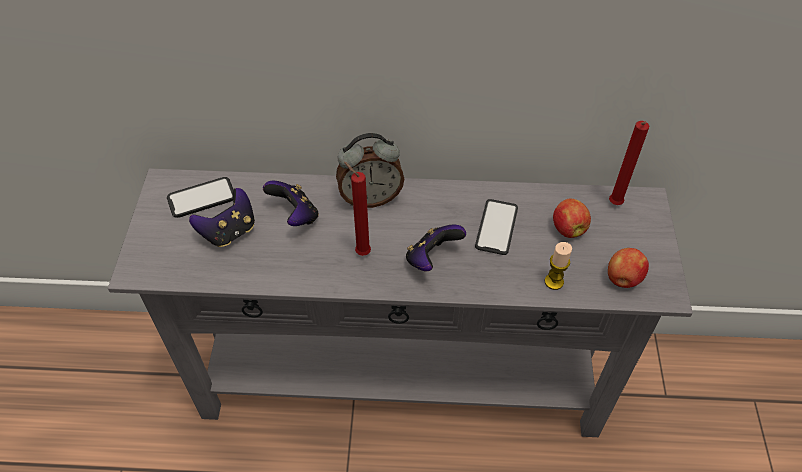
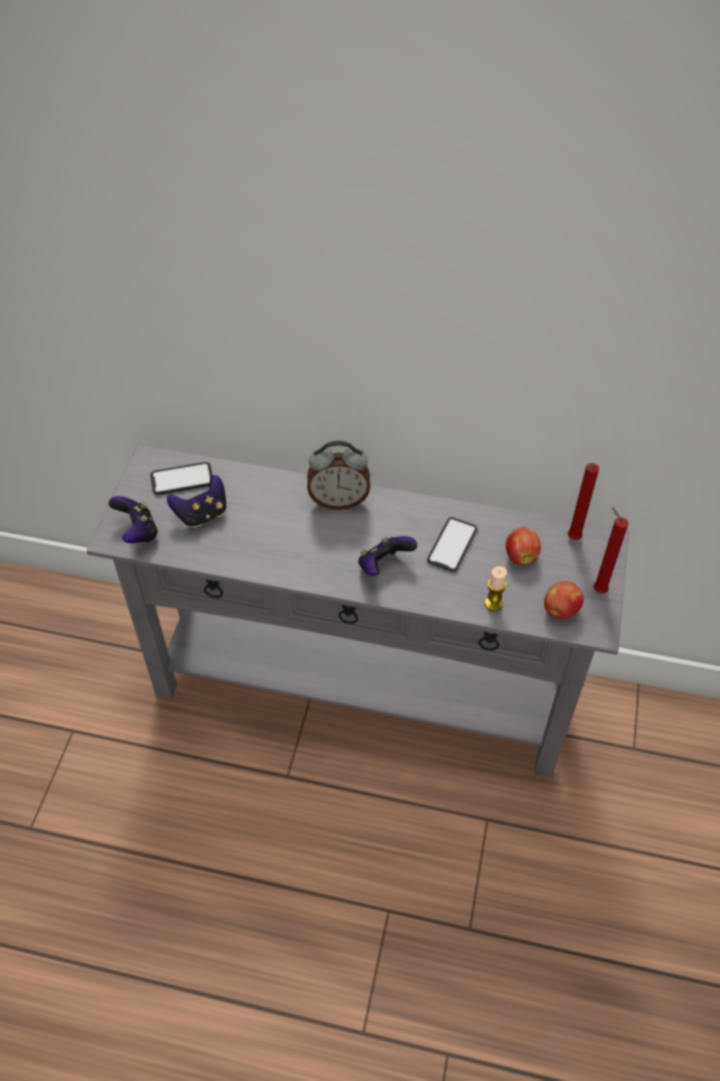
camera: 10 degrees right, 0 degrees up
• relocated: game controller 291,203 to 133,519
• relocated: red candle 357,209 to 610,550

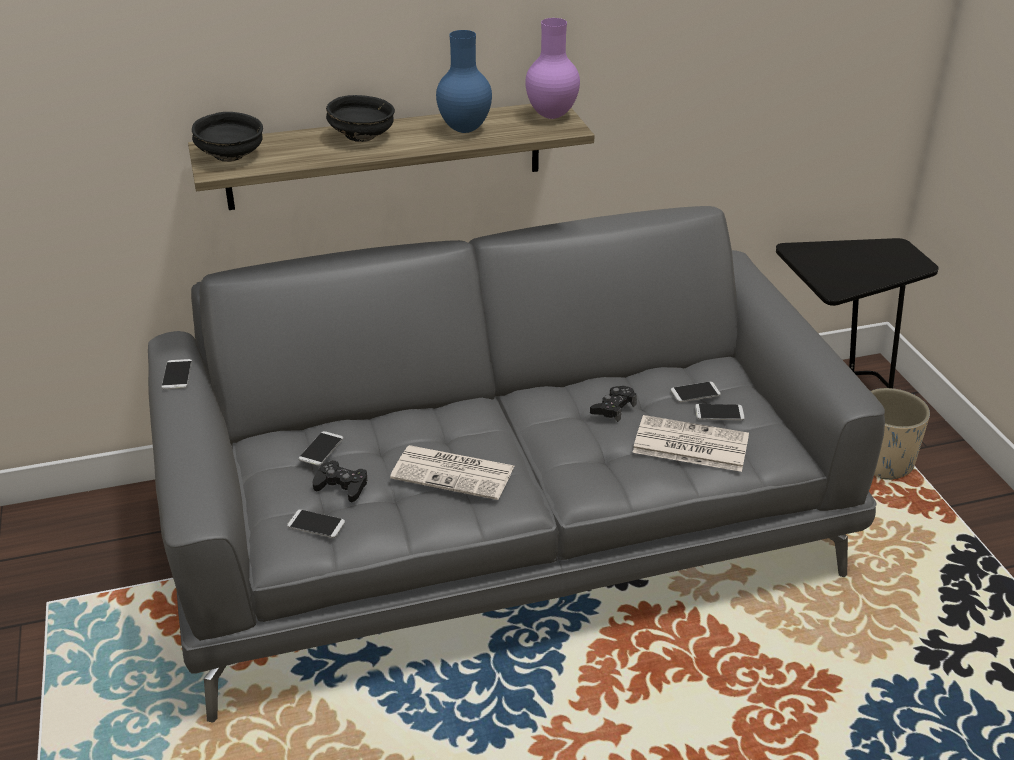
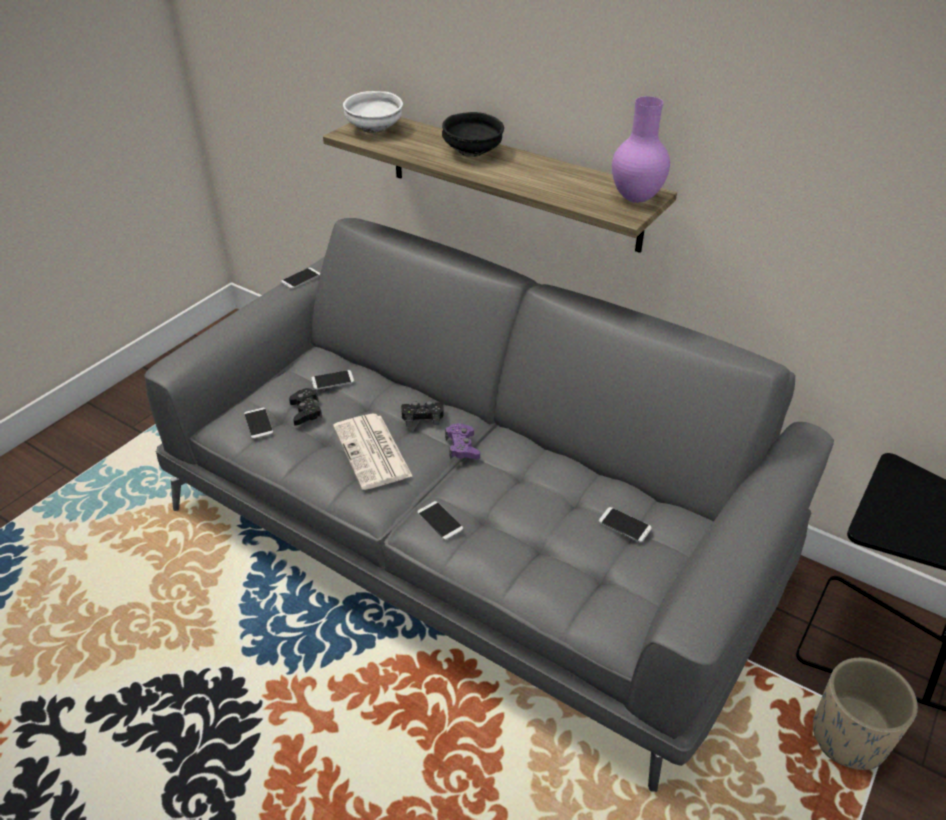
camera: 50 degrees right, 5 degrees up
• colour: black bowl 227,137 to white bowl 373,112
• missing: blue vase 464,81
• relocated: black game controller 613,404 to 422,414
• missing: newspaper 690,443
• relocated: phone 720,412 to 440,520
• appeared: purple game controller 462,441

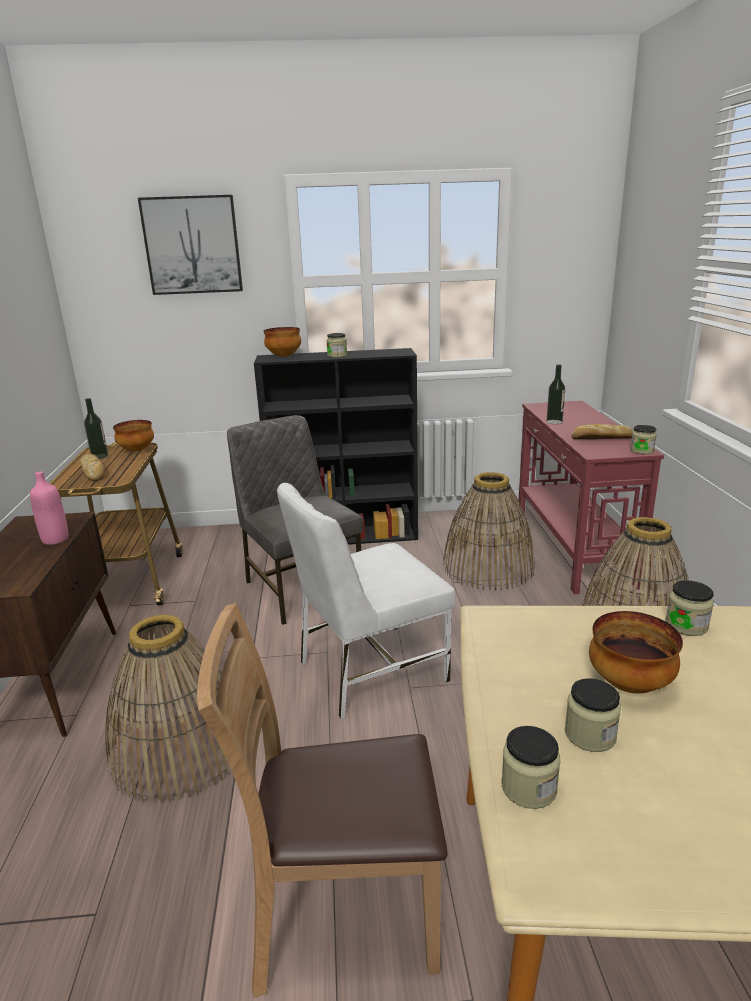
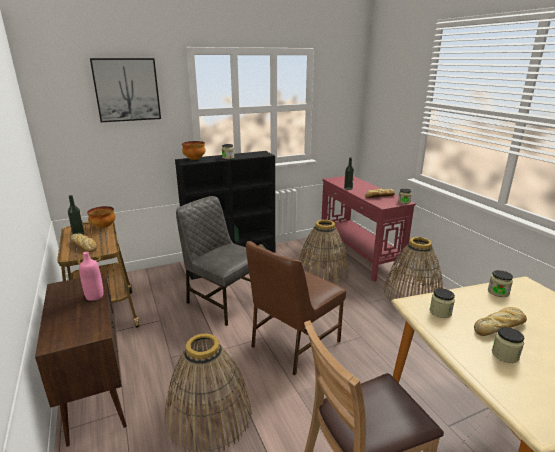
camera: 20 degrees left, 0 degrees up
• colour: white chair 366,601 to brown chair 296,308
• relocated: jar 531,767 to 442,303
• exchanged: bowl 636,652 to bread 500,321

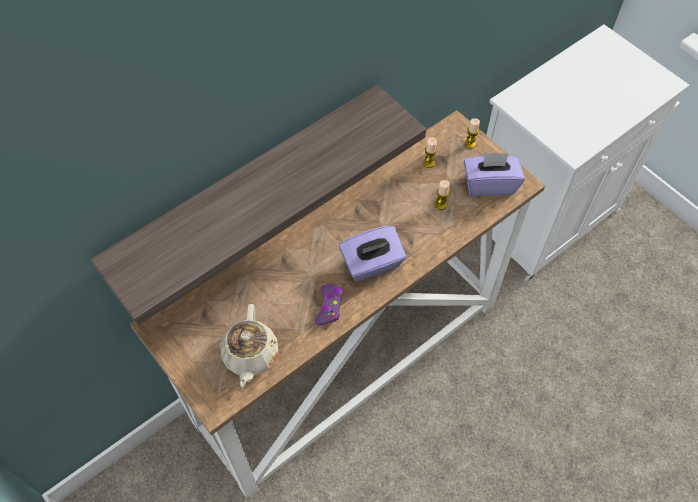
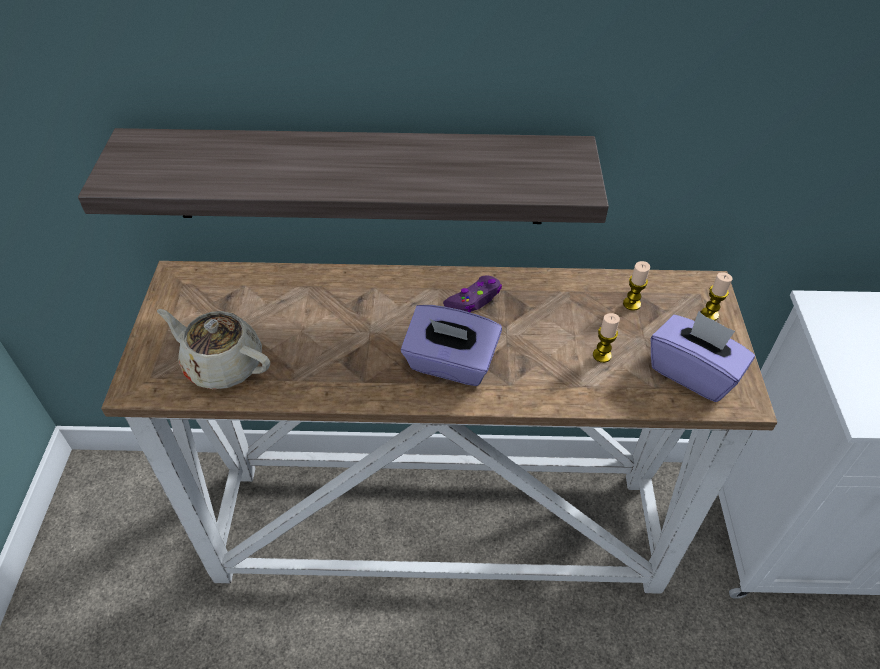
camera: 40 degrees right, 10 degrees down
• spun: beige teapot 249,345 = 213,349 75 degrees clockwise
• relocated: purple game controller 329,304 to 472,294

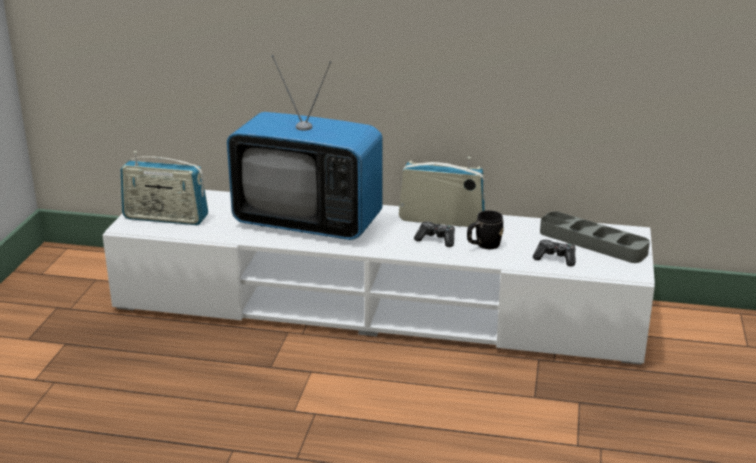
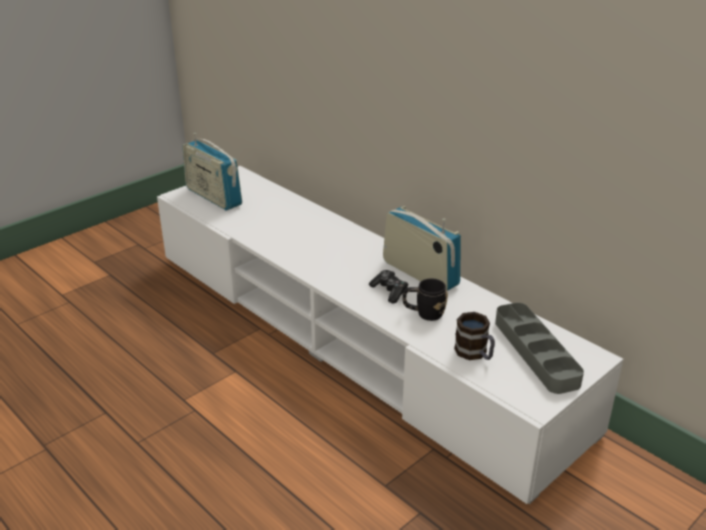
camera: 35 degrees right, 5 degrees up
• missing: television 305,147
• exchanged: game controller 554,253 to mug 474,336

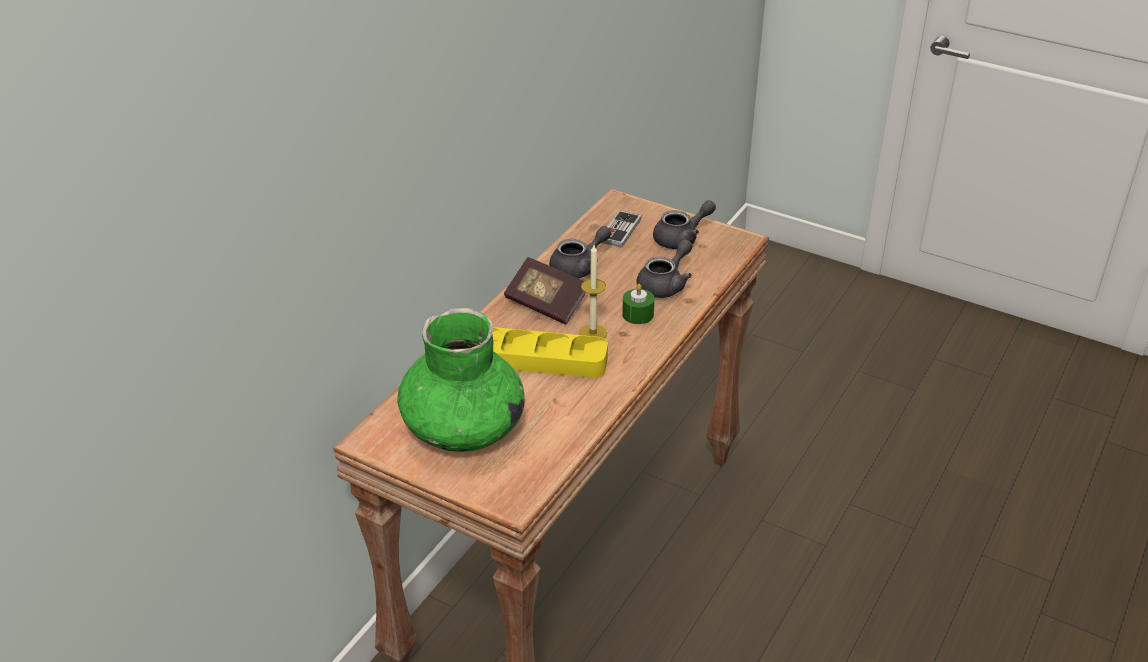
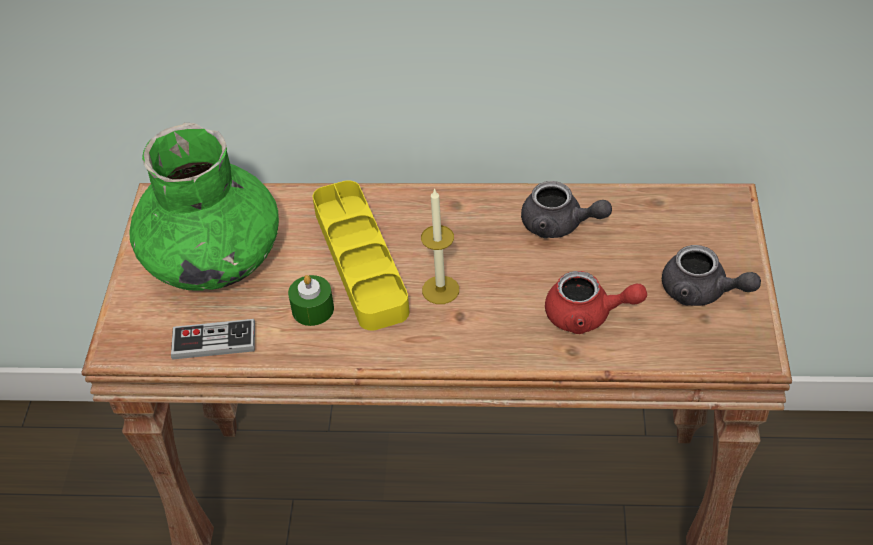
camera: 65 degrees right, 10 degrees up
• missing: book 545,290
• relocated: game controller 621,229 to 213,339
• relocated: green candle 638,304 to 311,300
• colour: grey teapot 664,268 to red teapot 596,302

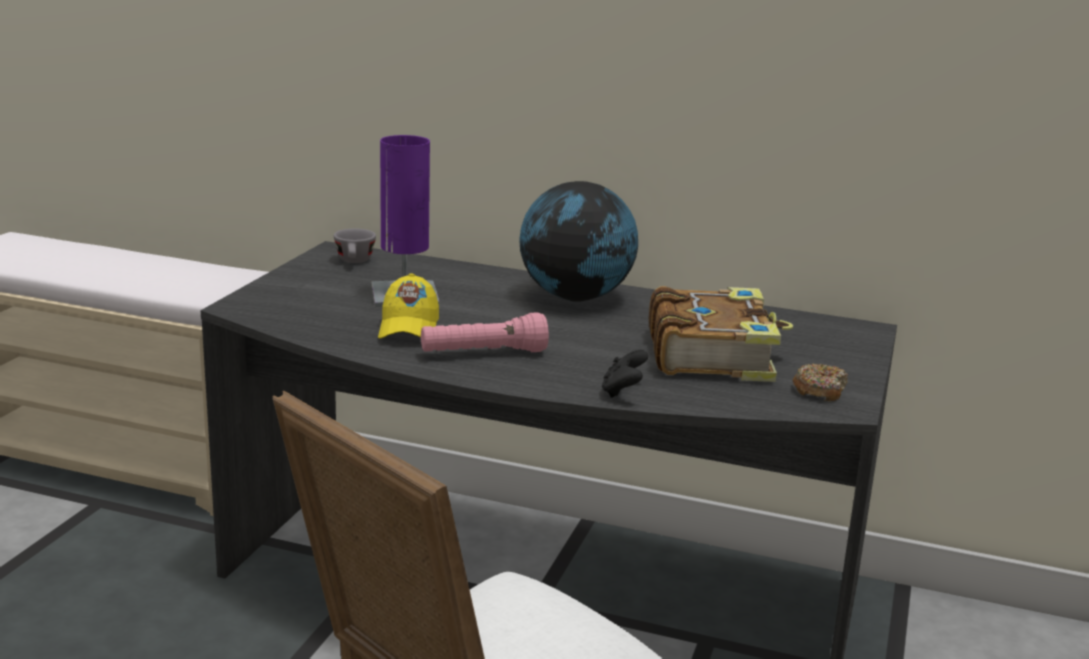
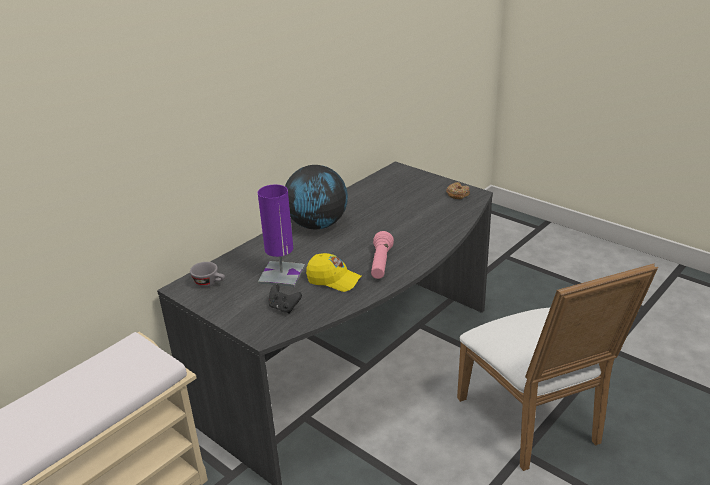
camera: 65 degrees left, 10 degrees up
• relocated: black game controller 625,374 to 285,299
• missing: book 721,334

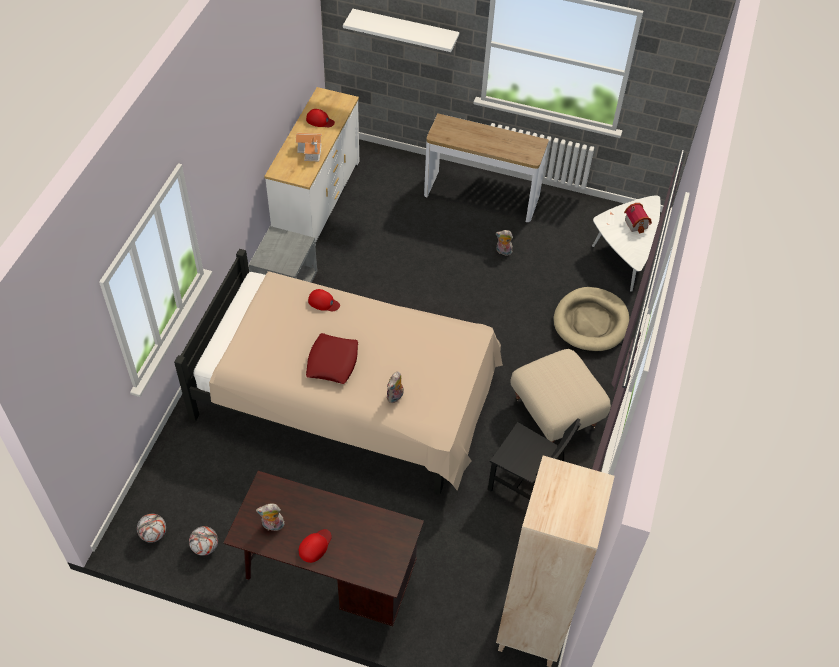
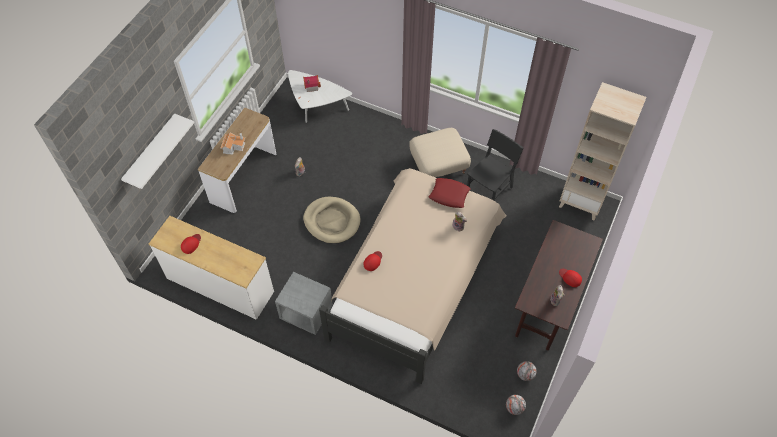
camera: 80 degrees left, 5 degrees up
• relocated: toy house 309,147 to 232,144
• relocated: red pillow 332,358 to 449,193
• relocated: beige dog bed 591,319 to 332,220

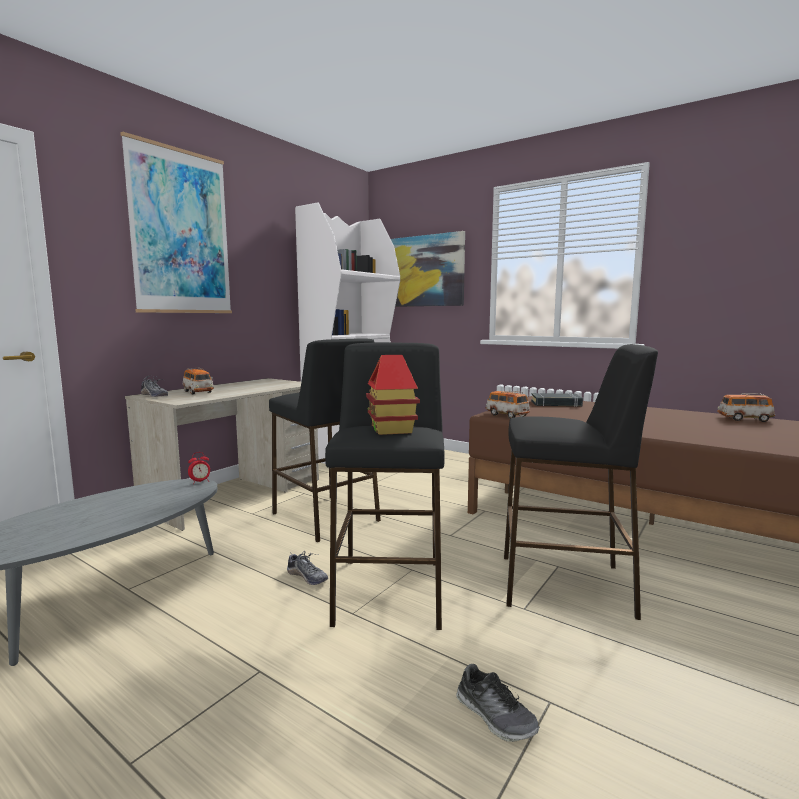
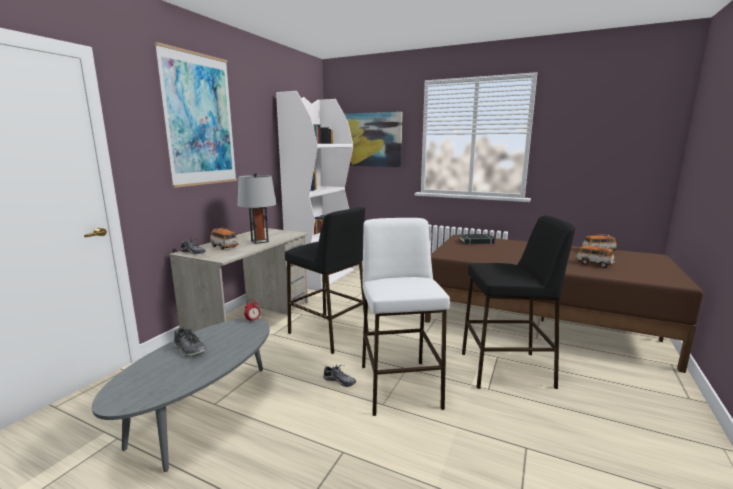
camera: 10 degrees left, 5 degrees up
• colour: black stool 384,486 to white stool 406,317
• missing: toy house 393,395
• relocated: shoe 498,703 to 189,342
• relocated: toy car 508,405 to 595,256
• appeared: grey table lamp 256,208

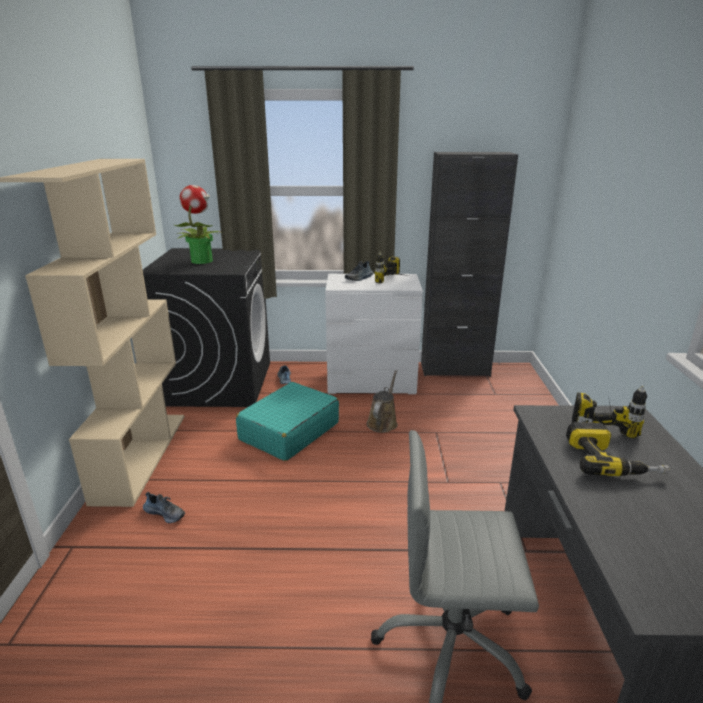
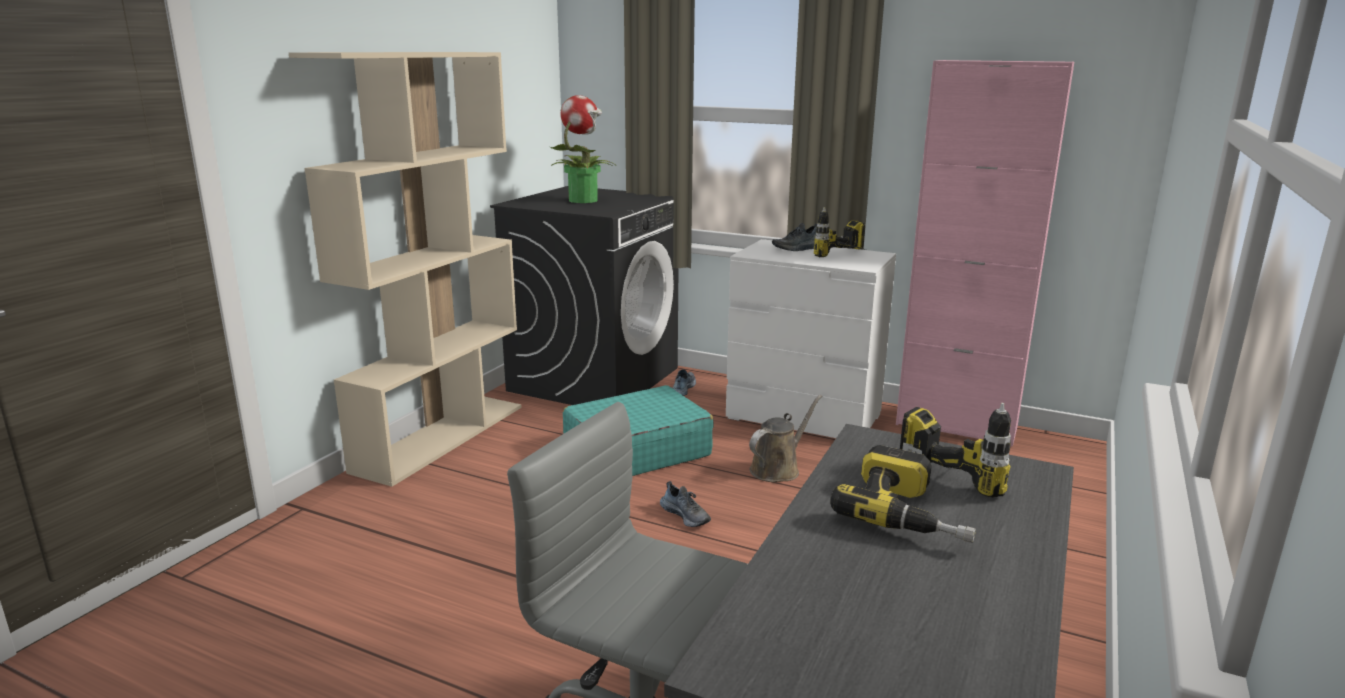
camera: 25 degrees right, 5 degrees down
• relocated: shoe 164,507 to 685,504
• colour: black cabinet 469,264 to pink cabinet 985,253

